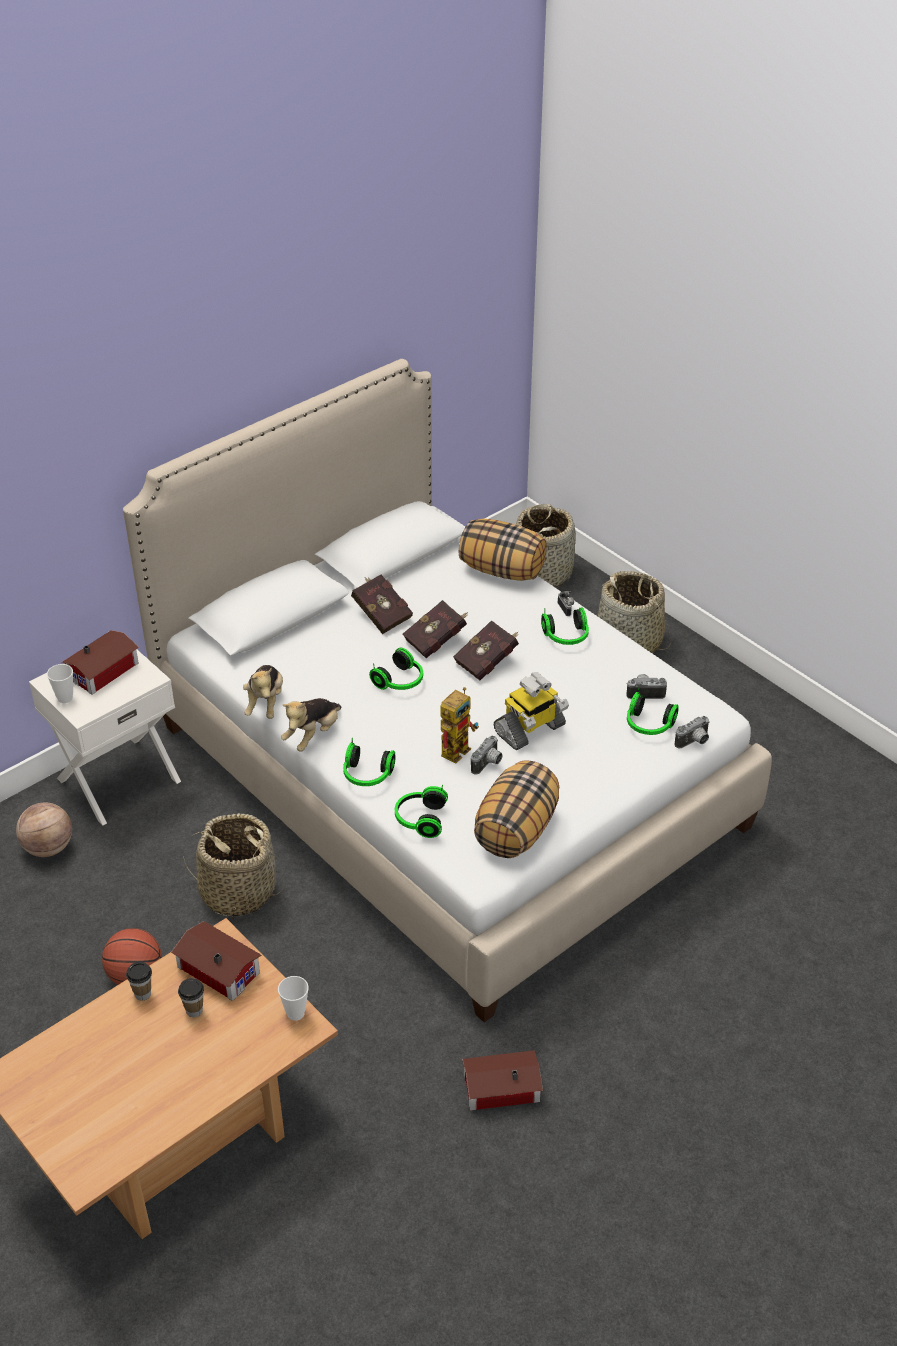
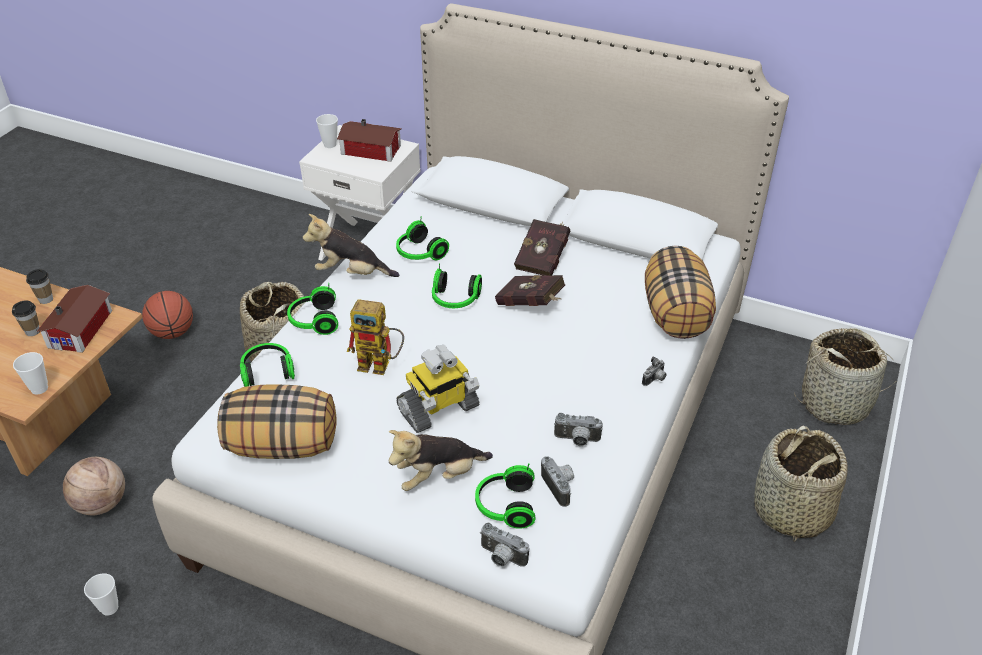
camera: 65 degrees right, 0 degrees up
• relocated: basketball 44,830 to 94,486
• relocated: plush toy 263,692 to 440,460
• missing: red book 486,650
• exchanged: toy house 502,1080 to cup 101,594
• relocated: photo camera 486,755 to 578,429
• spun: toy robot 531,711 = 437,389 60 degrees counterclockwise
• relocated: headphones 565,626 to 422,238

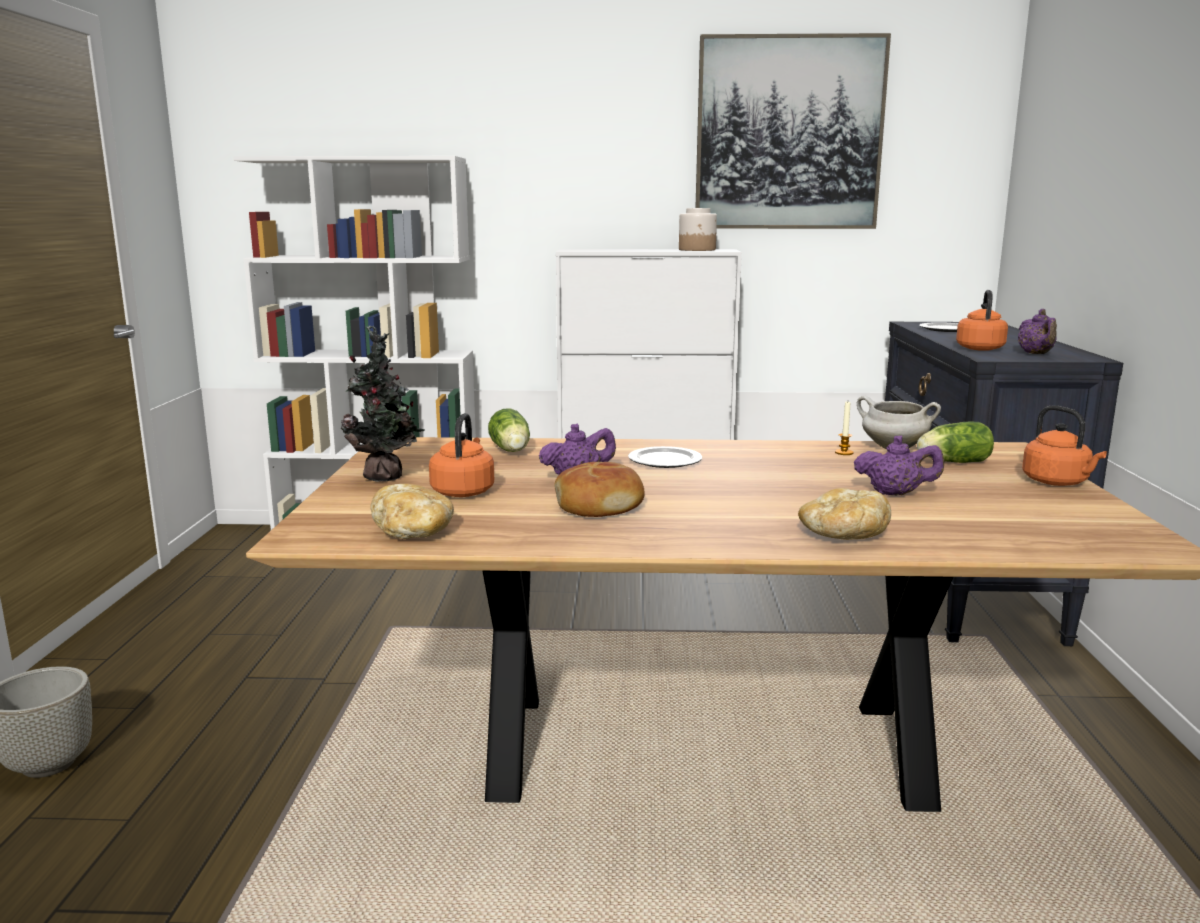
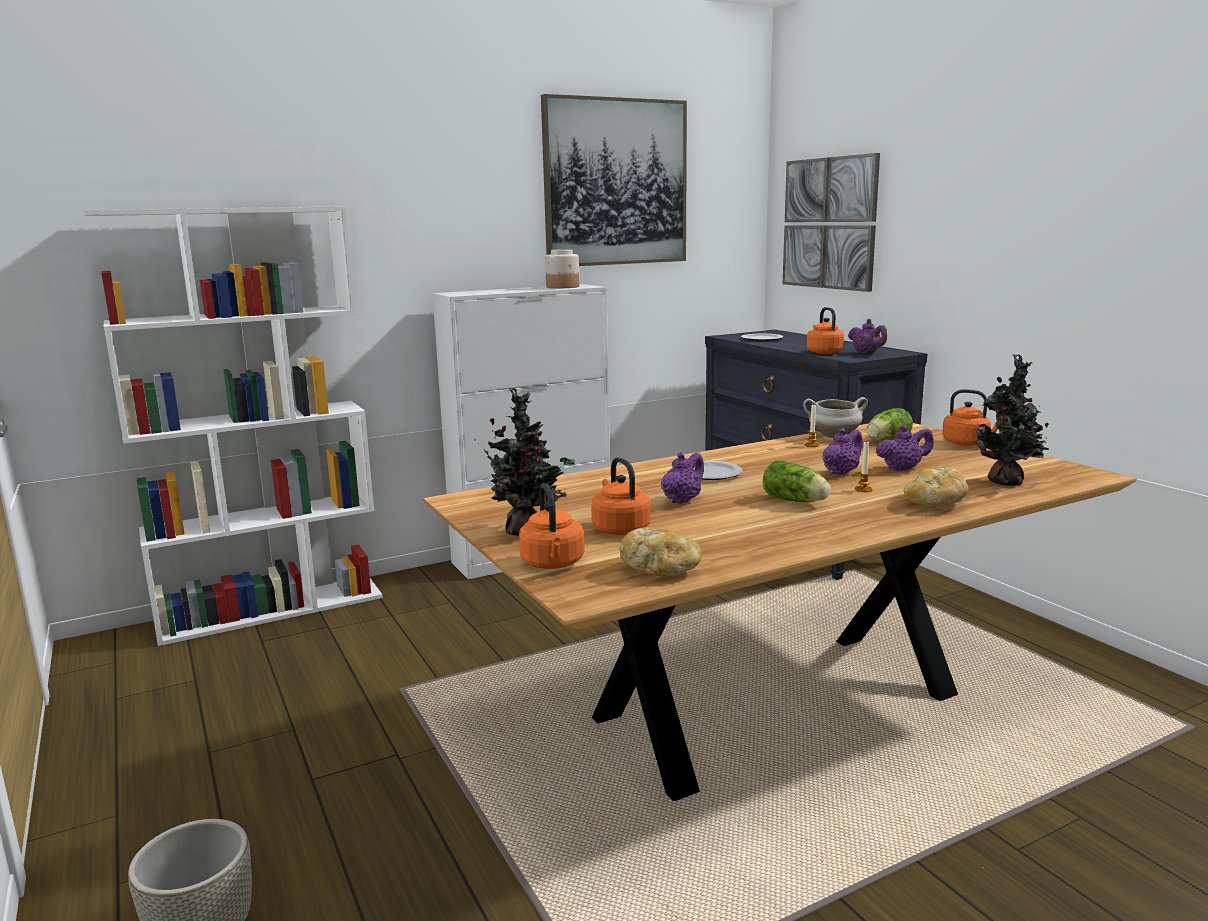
camera: 30 degrees left, 0 degrees up
• relocated: lettuce 509,430 to 797,481
• missing: bread 599,489
• appeared: orange kettle 552,526
• appeared: picture 831,222
• appeared: purple teapot 842,451
• appeared: candle 864,466
• appeared: potted plant 1012,420

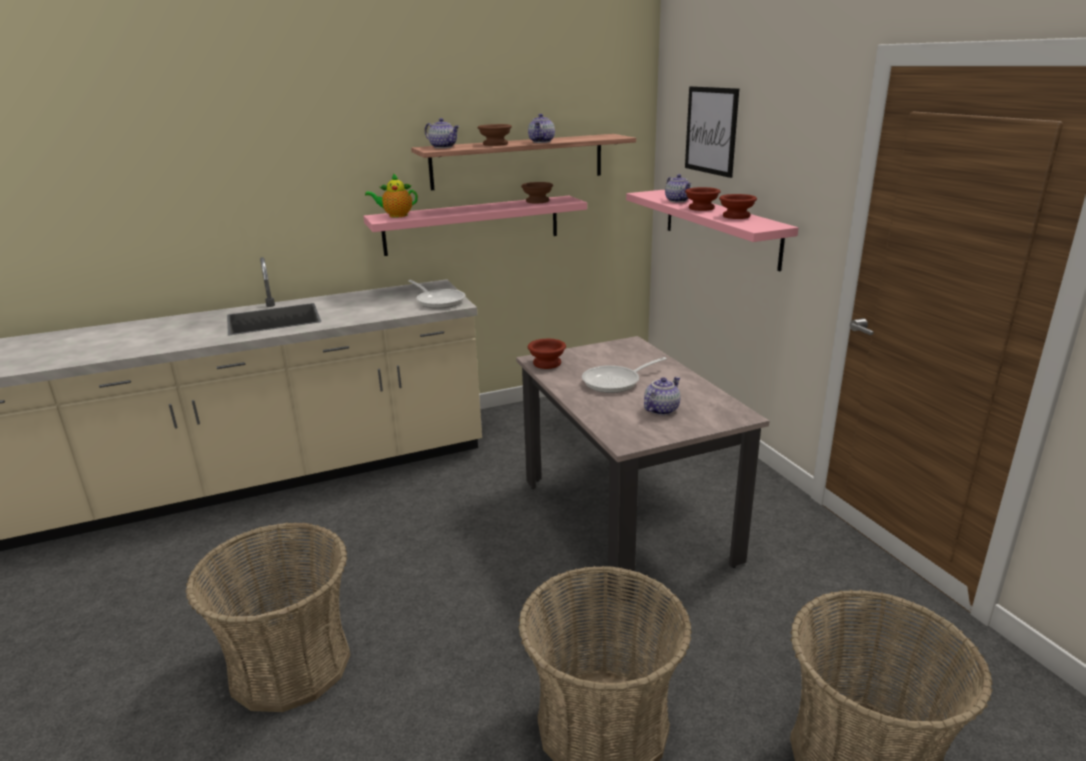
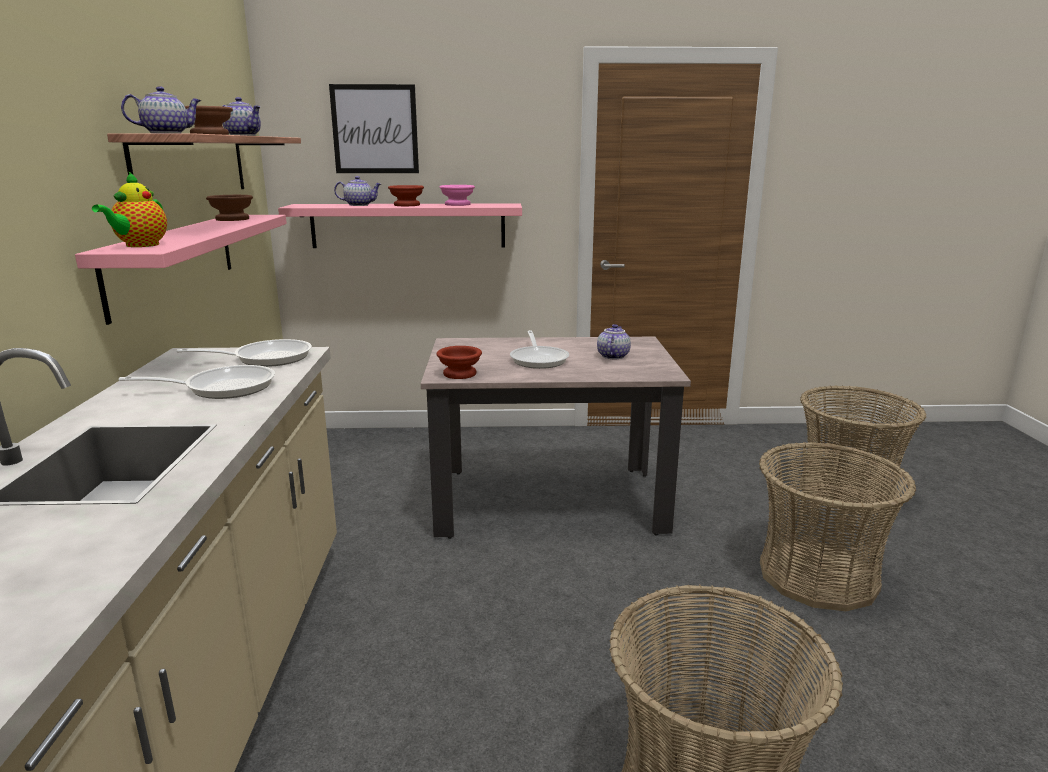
camera: 70 degrees left, 5 degrees down
• spun: teapot 662,396 = 614,341 45 degrees clockwise
• colour: brown bowl 738,206 to pink bowl 457,195
• appeared: frying pan 197,382

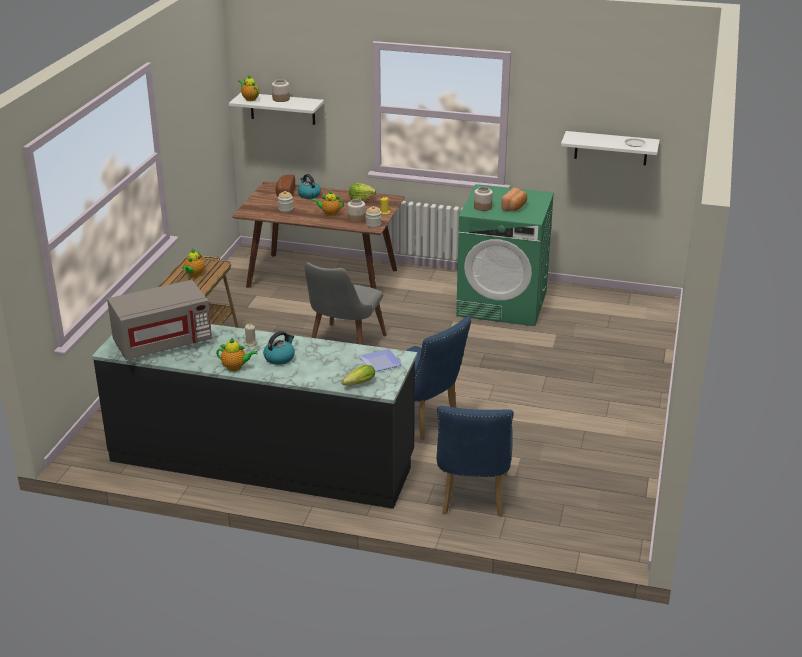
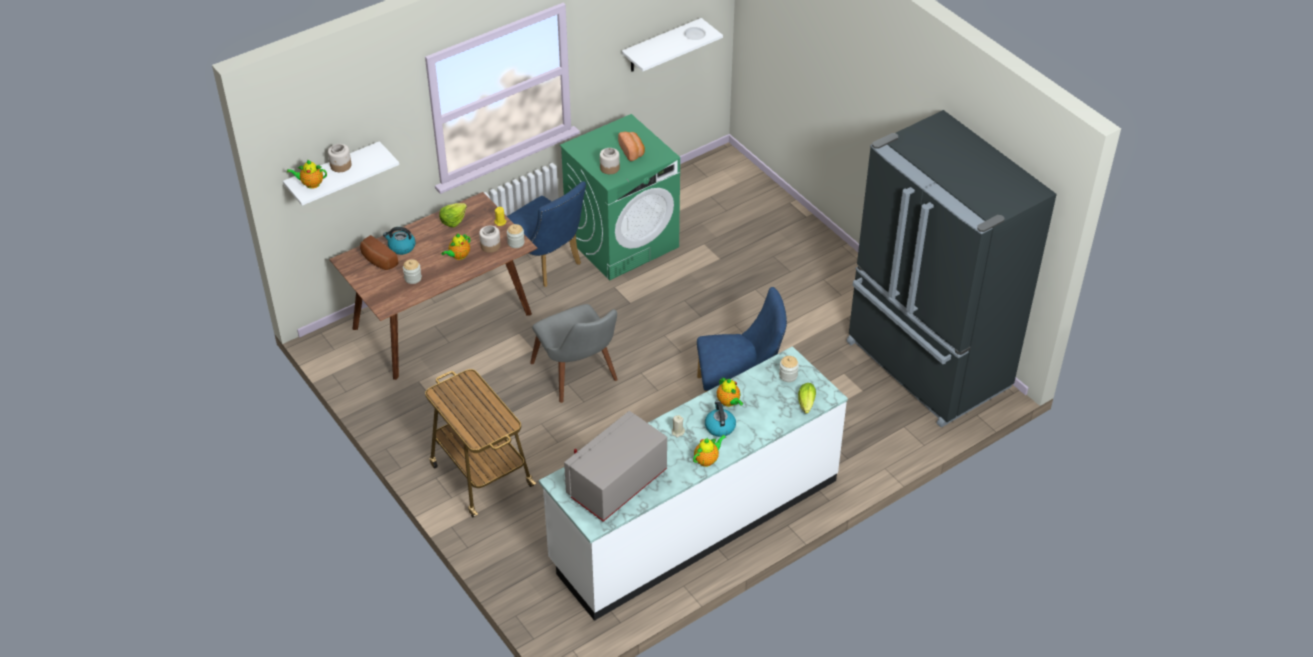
camera: 50 degrees left, 15 degrees up
• colour: black counter 254,416 to white counter 693,483
• spun: grey microwave 159,320 = 615,466 150 degrees counterclockwise
• relocated: teapot 193,262 to 730,392
• exchanged: plate 380,360 to jar 789,369
• relocated: blue chair 475,461 to 546,234
• appeared: black fridge 951,269

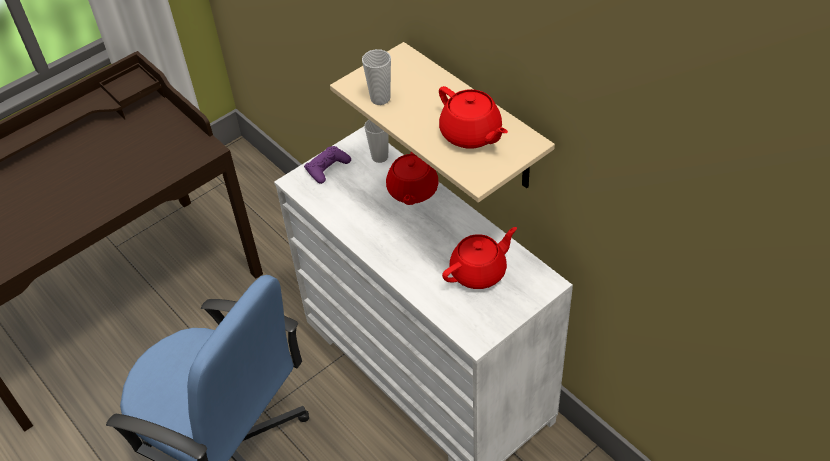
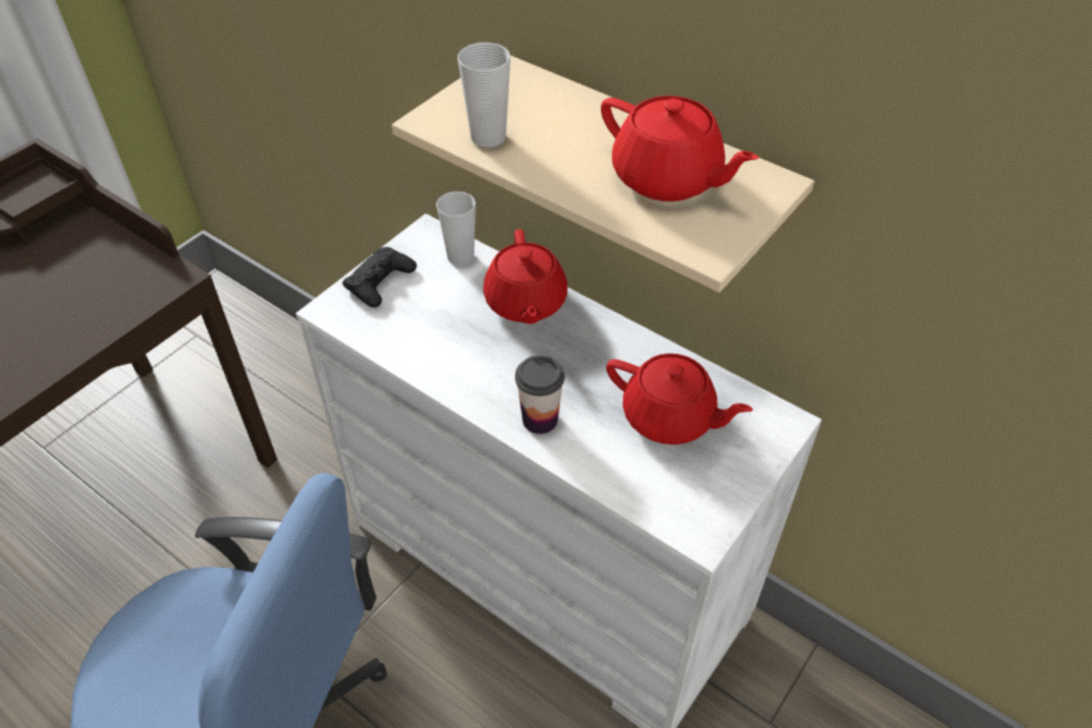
camera: 15 degrees left, 0 degrees up
• colour: purple game controller 327,165 to black game controller 380,277
• spun: red teapot 479,258 = 679,399 75 degrees clockwise
• appeared: cup 540,394

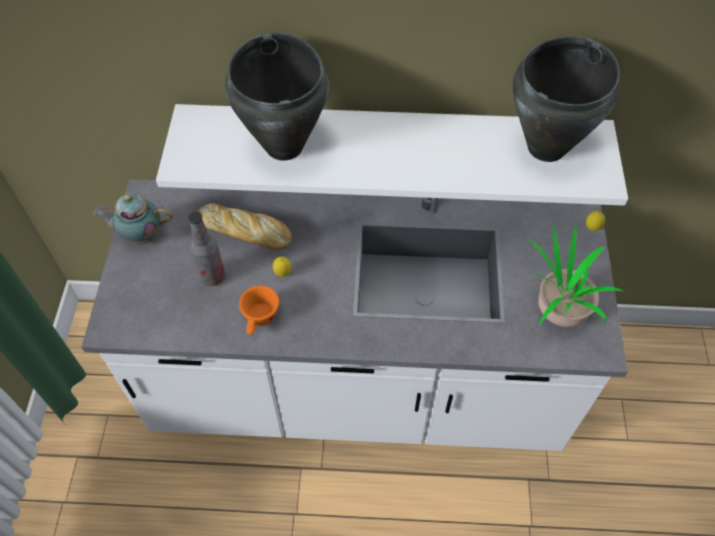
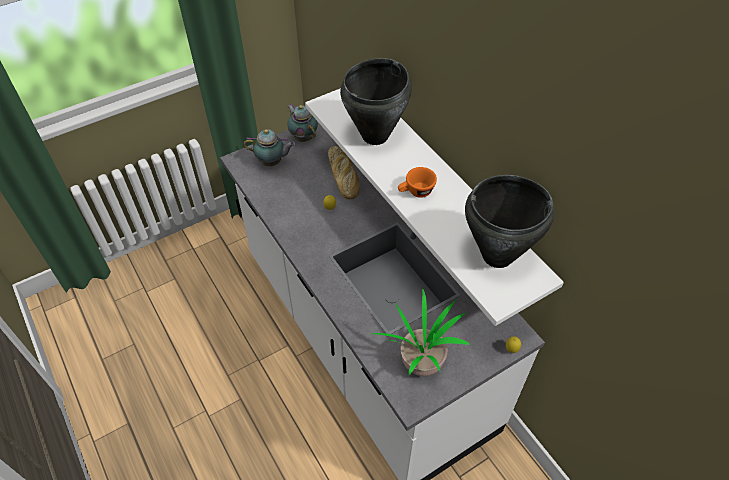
camera: 55 degrees right, 5 degrees down
• missing: bottle 206,249
• relocated: orange cup 259,310 to 417,182
• appeared: teapot 269,147

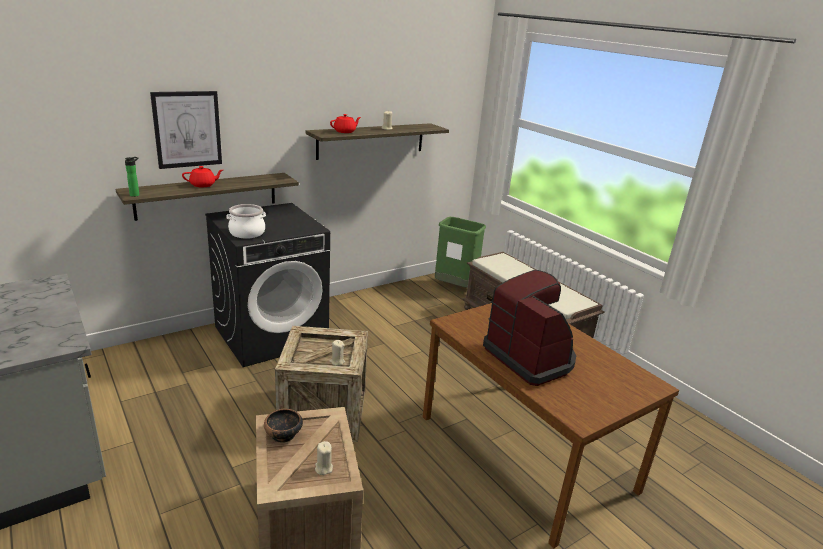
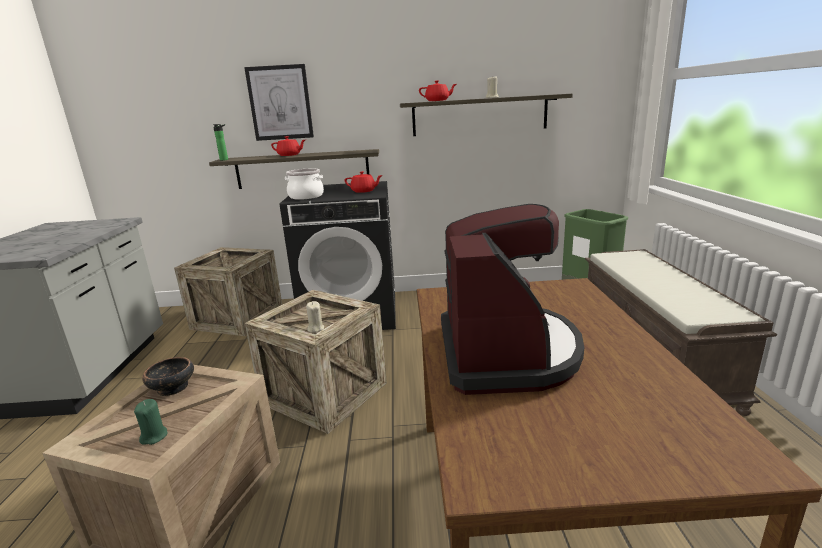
camera: 35 degrees right, 5 degrees down
• colour: beige candle 324,458 to green candle 151,422
• appeared: crate 228,291
• appeared: red teapot 364,182

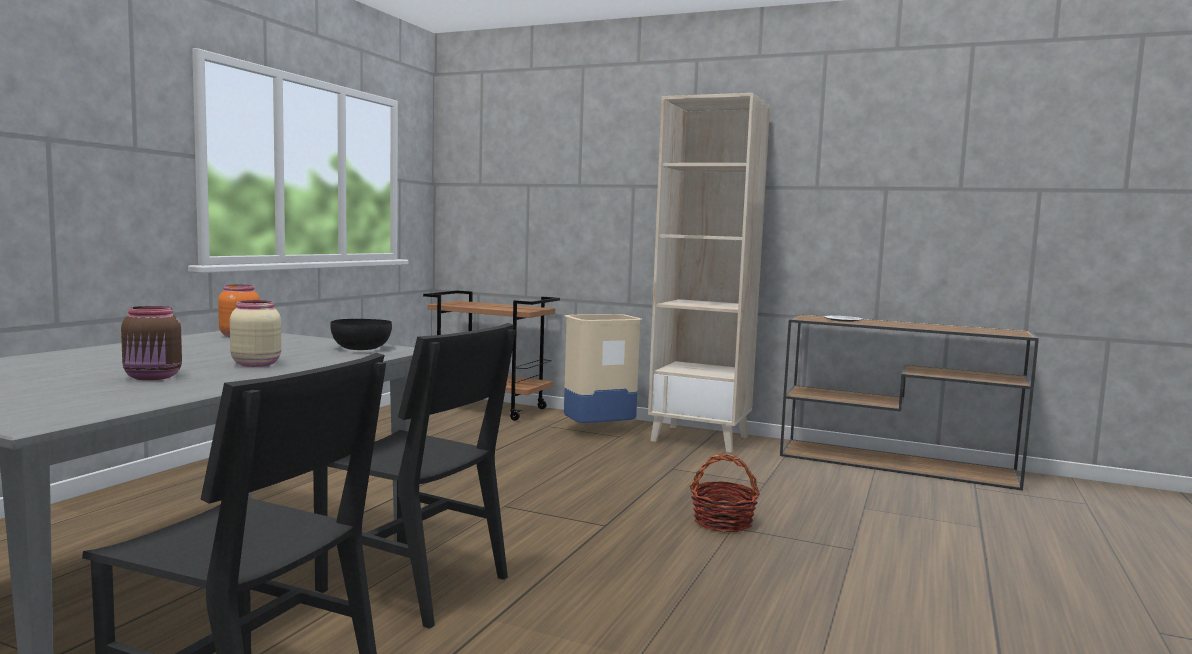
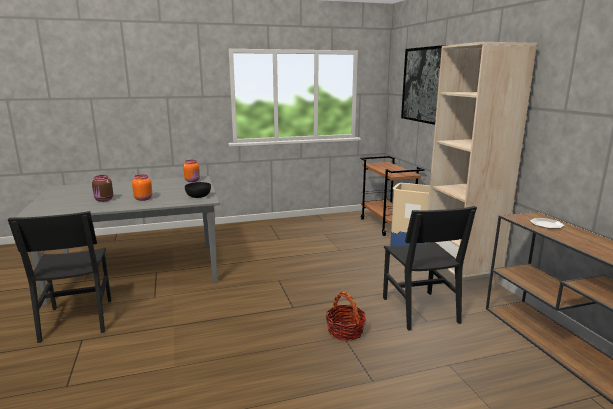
camera: 50 degrees right, 10 degrees up
• colour: beige jar 255,333 to orange jar 142,187
• relocated: black chair 414,476 to 430,268
• appeared: picture 423,85

